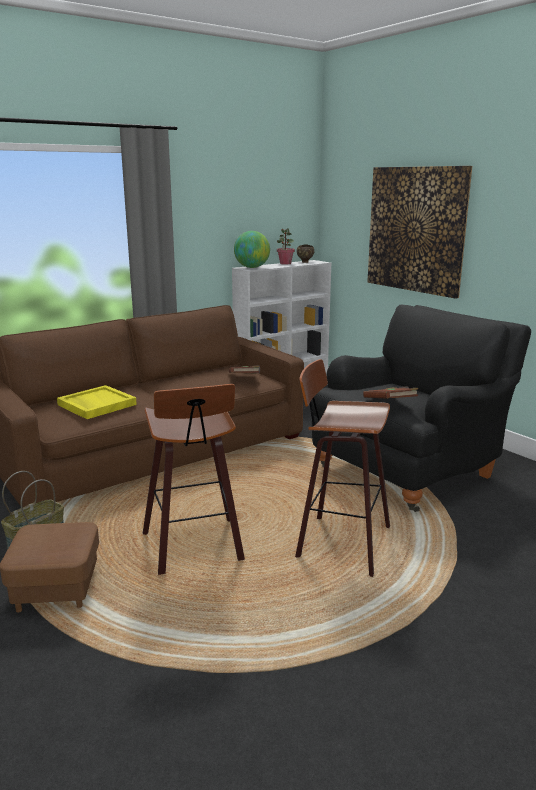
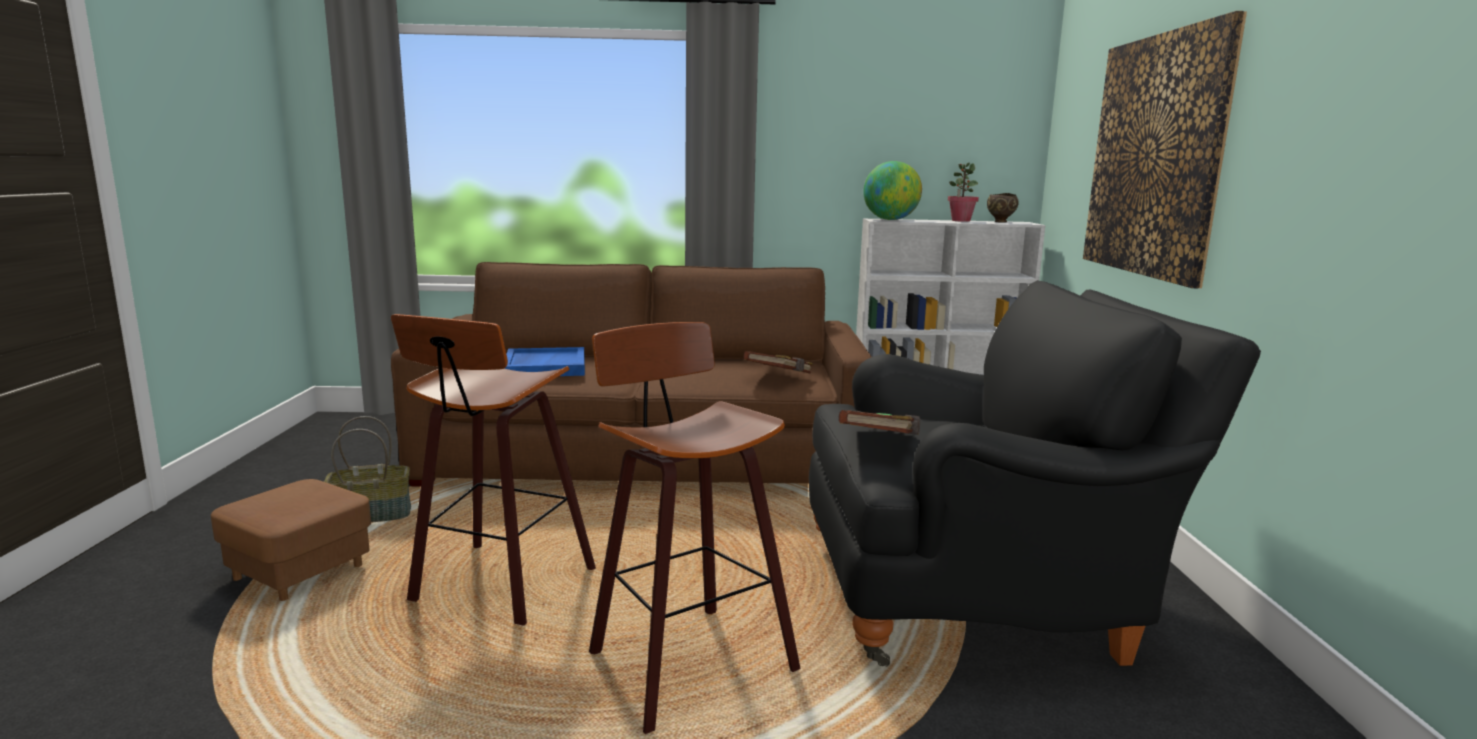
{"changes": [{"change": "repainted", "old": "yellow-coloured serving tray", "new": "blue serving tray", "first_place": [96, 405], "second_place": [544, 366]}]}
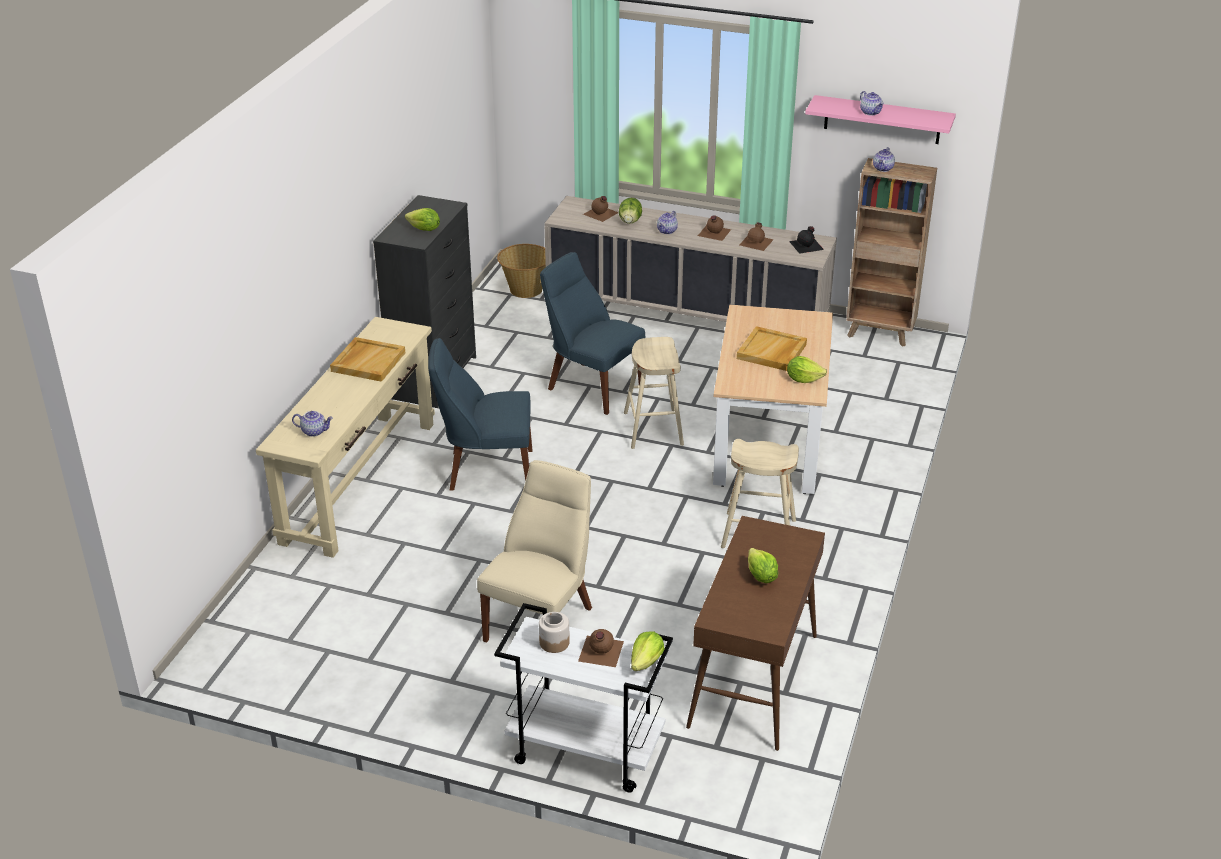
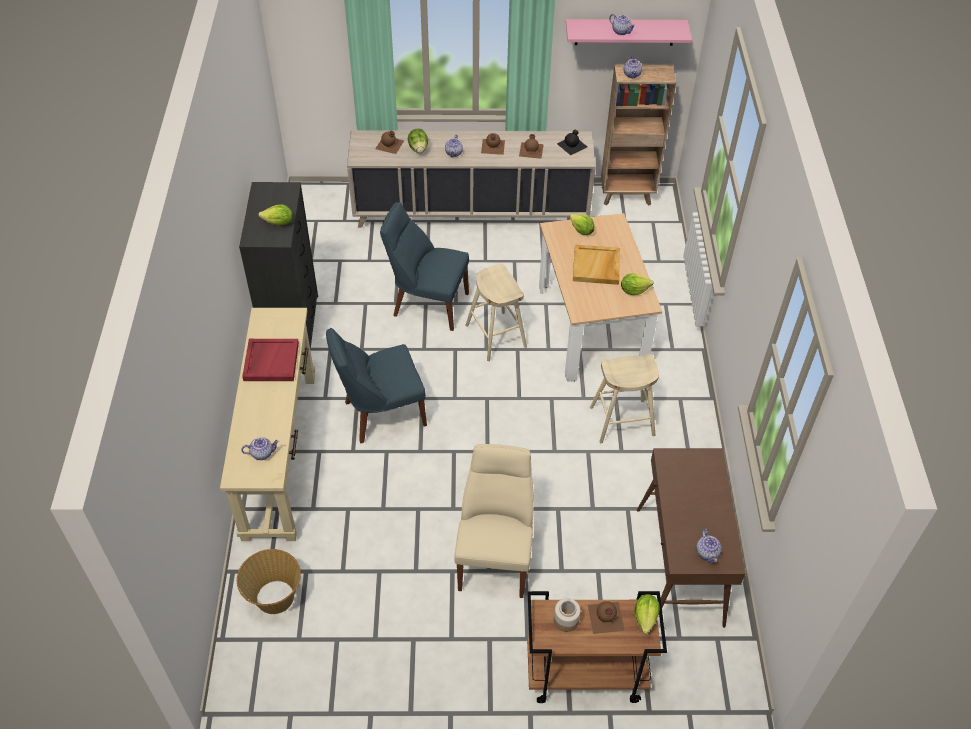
{"changes": [{"change": "repainted", "old": "sand-coloured serving tray", "new": "reddish serving tray", "first_place": [368, 361], "second_place": [271, 361]}, {"change": "repainted", "old": "white trolley", "new": "brown trolley", "first_place": [584, 751], "second_place": [584, 675]}, {"change": "shifted", "old": "household basket", "first_place": [525, 290], "second_place": [274, 598]}, {"change": "shifted", "old": "lettuce head", "first_place": [761, 576], "second_place": [581, 231]}, {"change": "new", "new": "pot for tea", "second_place": [707, 553]}]}
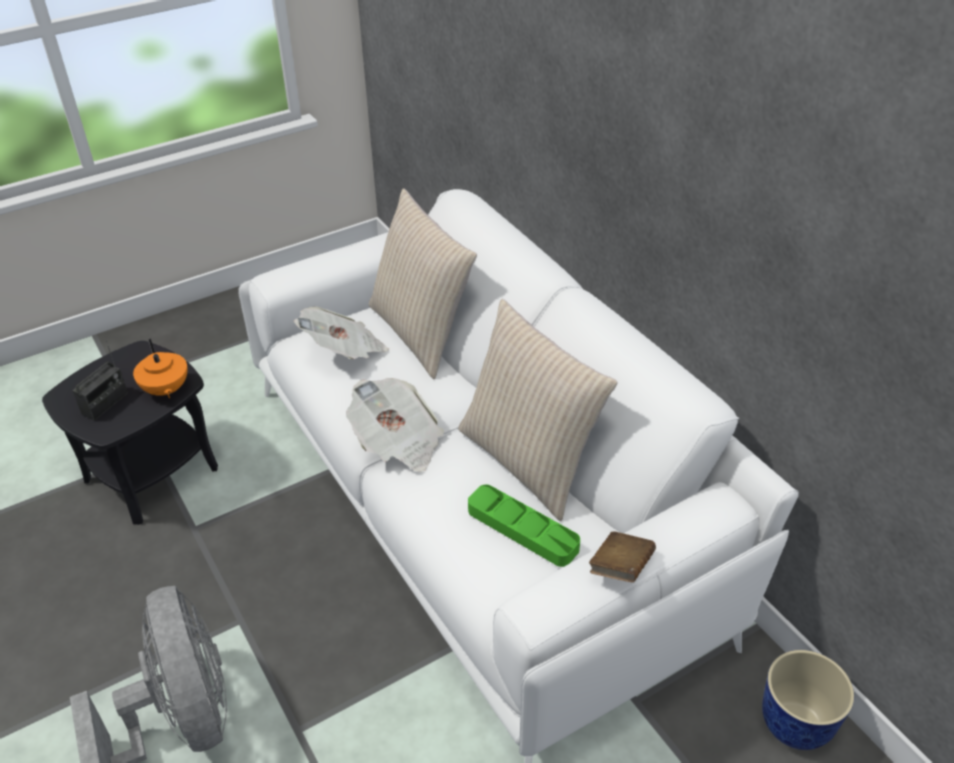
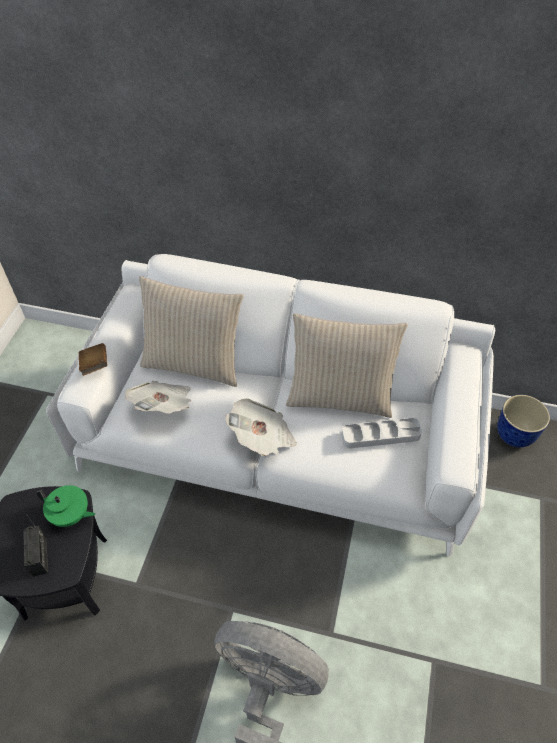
{"changes": [{"change": "repainted", "old": "orangey pot for tea", "new": "greenish pot for tea", "first_place": [166, 390], "second_place": [71, 515]}, {"change": "repainted", "old": "greenish serving tray", "new": "gray serving tray", "first_place": [522, 529], "second_place": [380, 435]}, {"change": "shifted", "old": "brown bound book", "first_place": [620, 568], "second_place": [95, 365]}]}
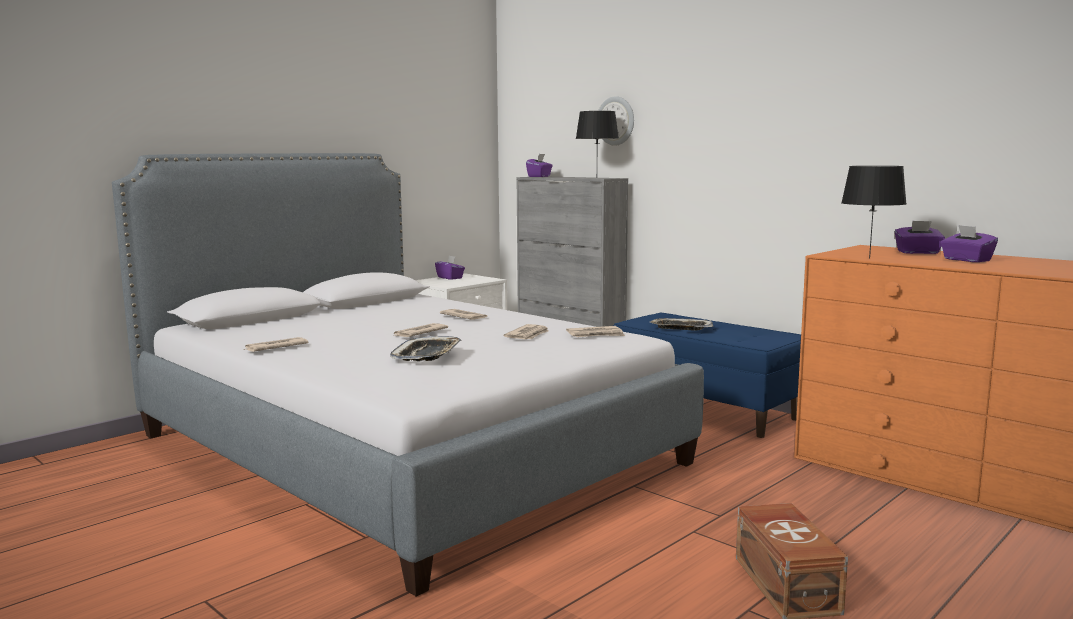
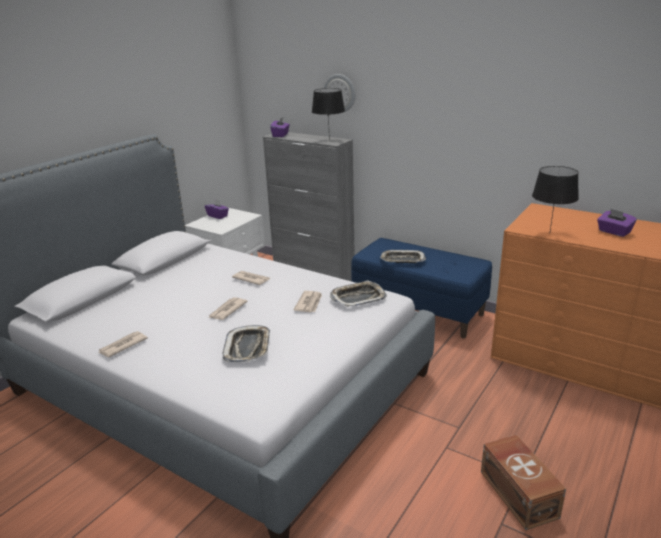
{"changes": [{"change": "swapped", "old": "daily paper", "new": "serving tray", "first_place": [596, 335], "second_place": [358, 298]}, {"change": "gone", "old": "purplish tissue box", "first_place": [918, 252]}]}
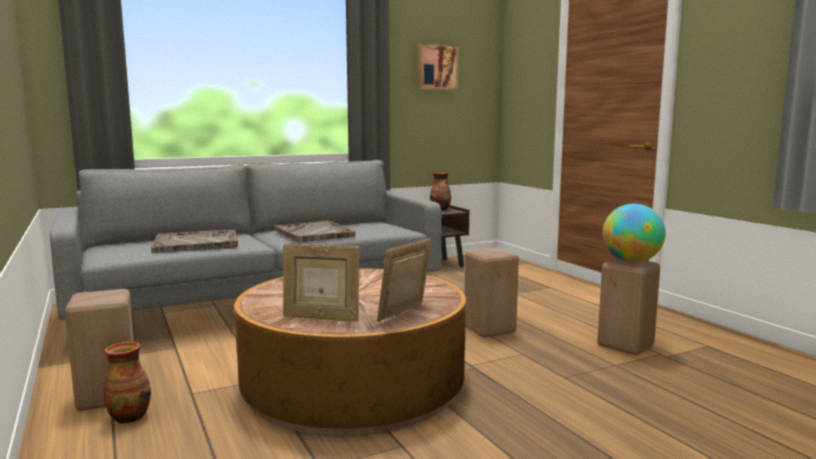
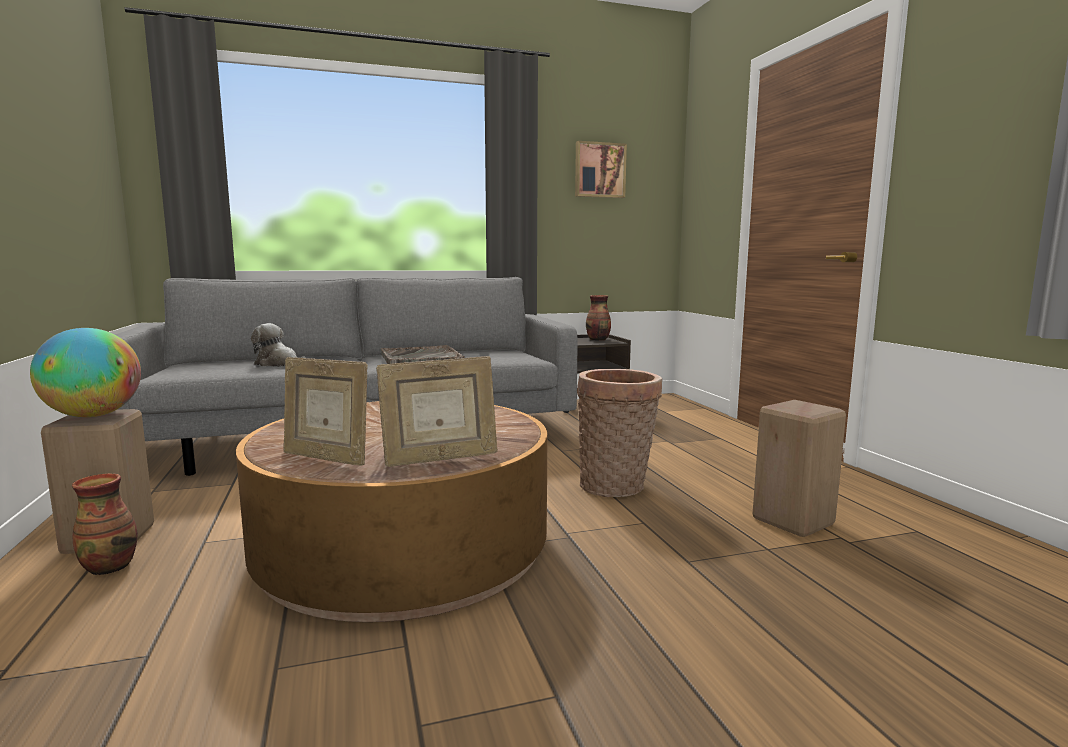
{"changes": [{"change": "swapped", "old": "gray serving tray", "new": "cuddly toy", "first_place": [197, 243], "second_place": [279, 364]}, {"change": "rotated", "old": "standing frame", "first_place": [405, 314], "second_place": [440, 459], "degrees": -150}, {"change": "swapped", "old": "sand-coloured sitting stool", "new": "household basket", "first_place": [489, 329], "second_place": [616, 486]}, {"change": "shifted", "old": "desk globe", "first_place": [631, 261], "second_place": [93, 415]}]}
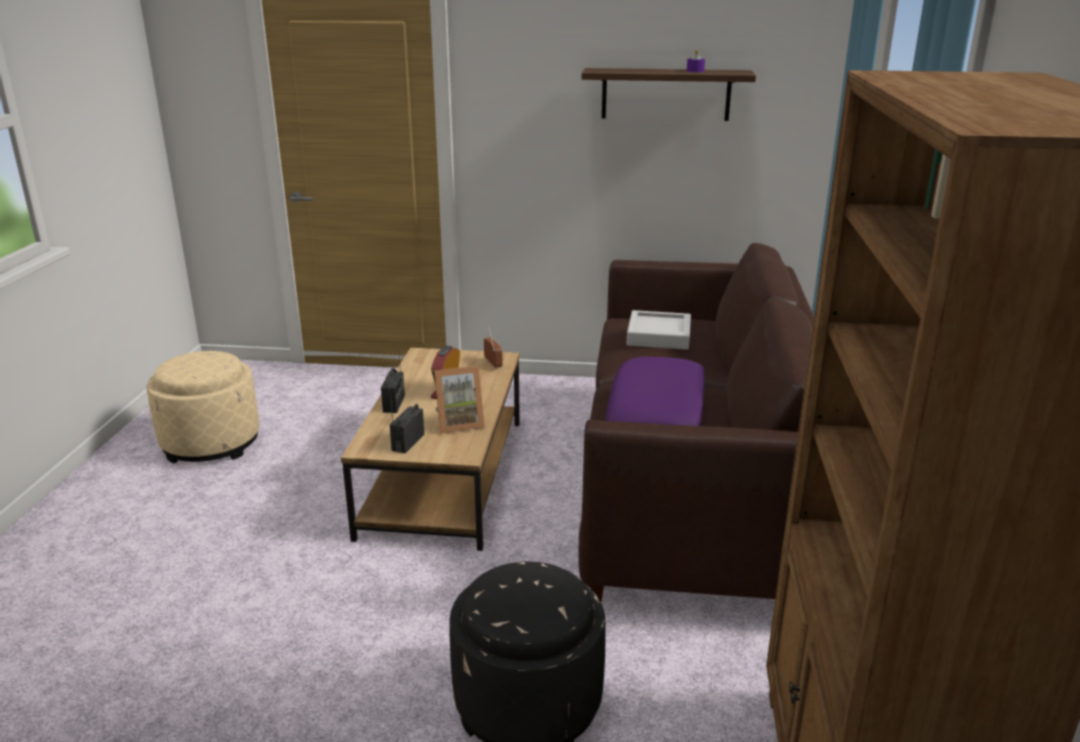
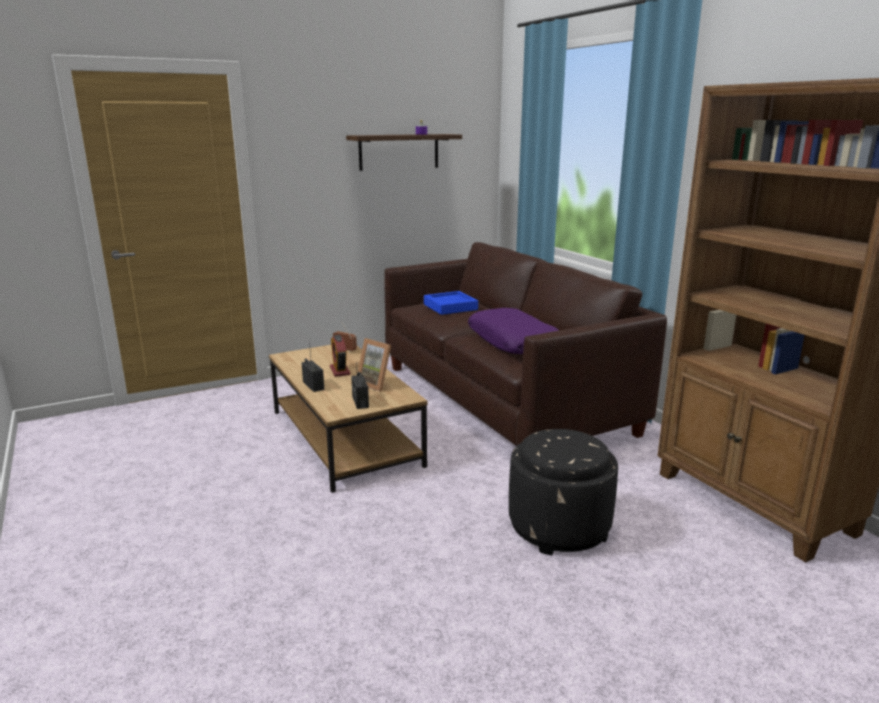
{"changes": [{"change": "gone", "old": "sand-coloured ottoman", "first_place": [211, 443]}, {"change": "rotated", "old": "standing frame", "first_place": [459, 423], "second_place": [376, 384], "degrees": 90}, {"change": "repainted", "old": "gray serving tray", "new": "blue serving tray", "first_place": [658, 336], "second_place": [450, 307]}]}
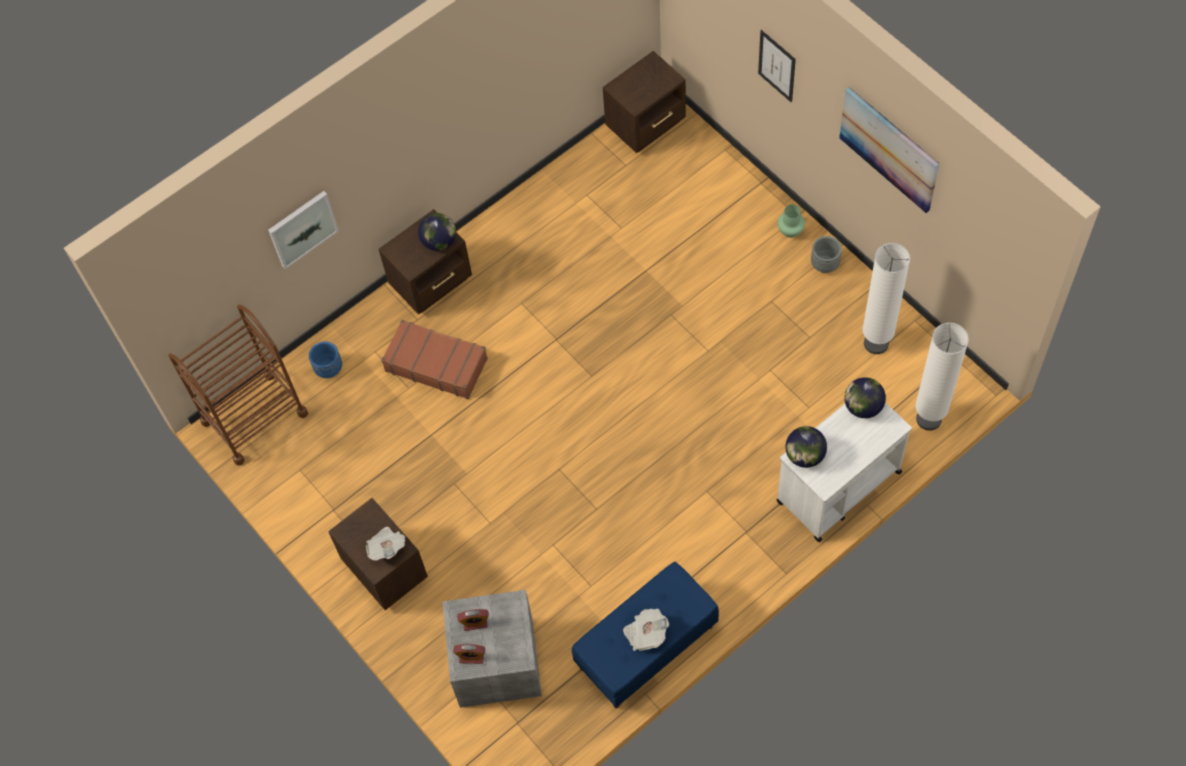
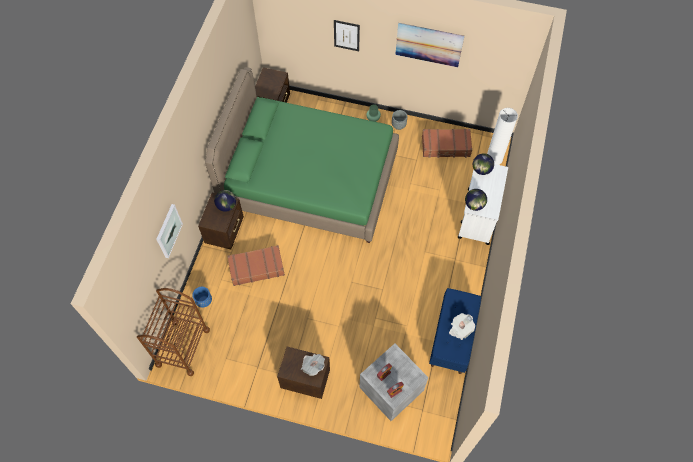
{"changes": [{"change": "swapped", "old": "white standard lamp", "new": "brown suitcase", "first_place": [876, 343], "second_place": [446, 147]}, {"change": "new", "new": "greenish bed", "second_place": [310, 180]}]}
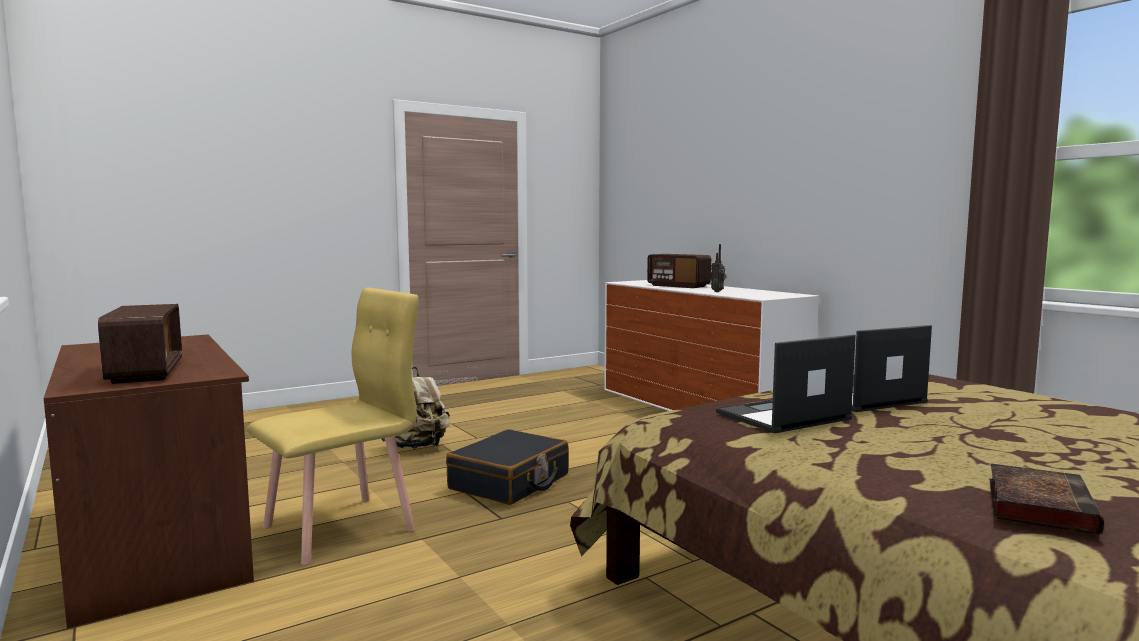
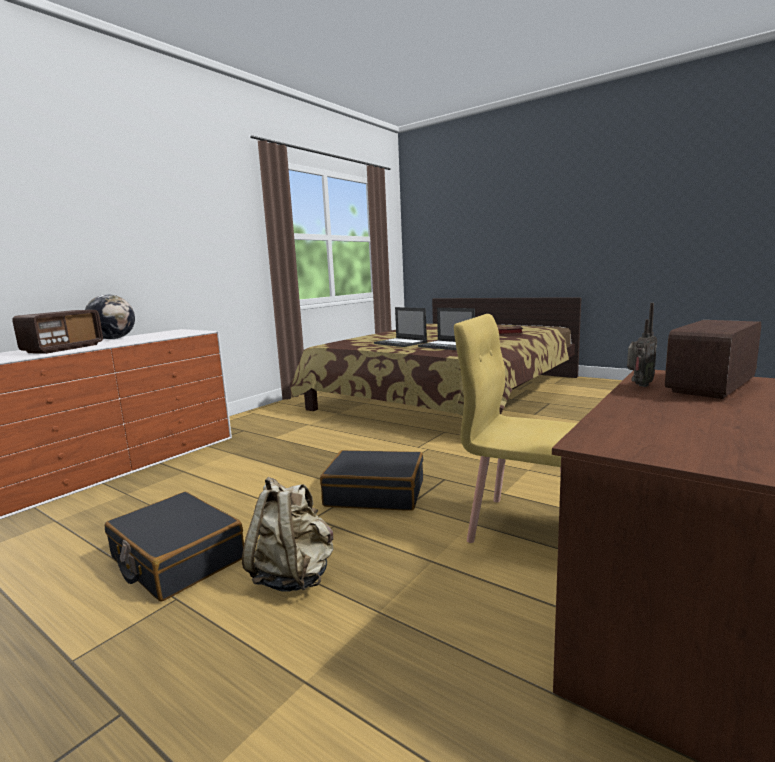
{"changes": [{"change": "shifted", "old": "radio set", "first_place": [718, 291], "second_place": [638, 385]}, {"change": "new", "new": "desk globe", "second_place": [113, 339]}, {"change": "new", "new": "black-coloured suitcase", "second_place": [177, 559]}]}
